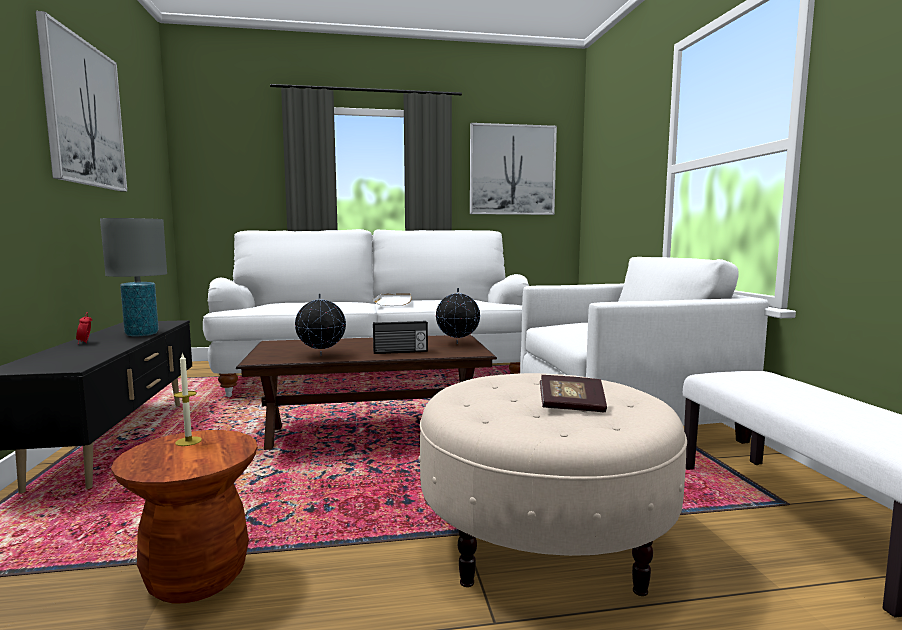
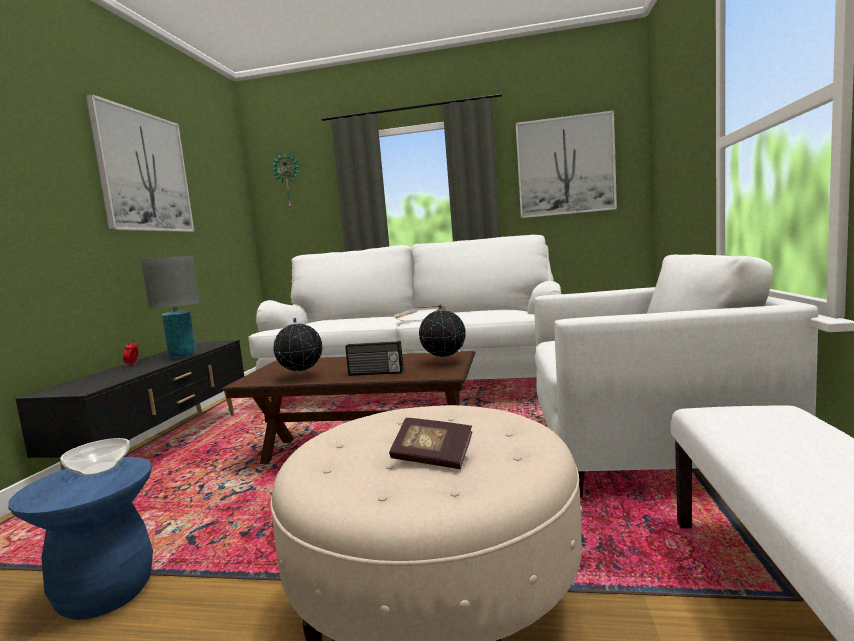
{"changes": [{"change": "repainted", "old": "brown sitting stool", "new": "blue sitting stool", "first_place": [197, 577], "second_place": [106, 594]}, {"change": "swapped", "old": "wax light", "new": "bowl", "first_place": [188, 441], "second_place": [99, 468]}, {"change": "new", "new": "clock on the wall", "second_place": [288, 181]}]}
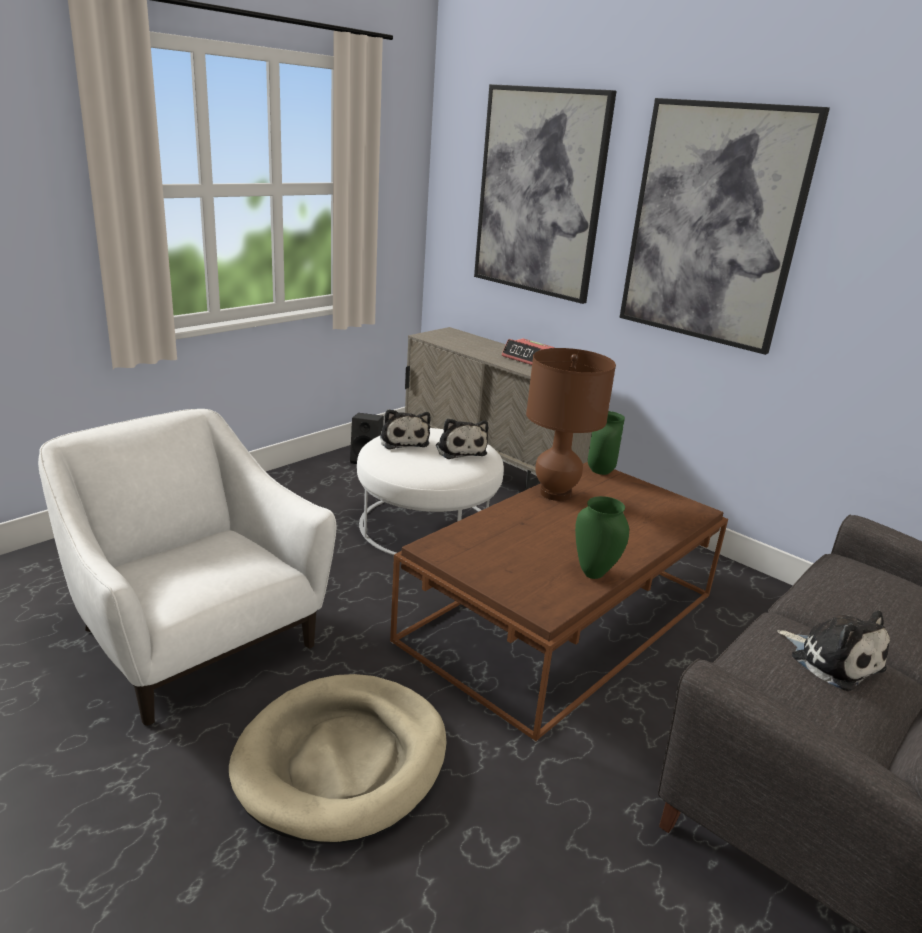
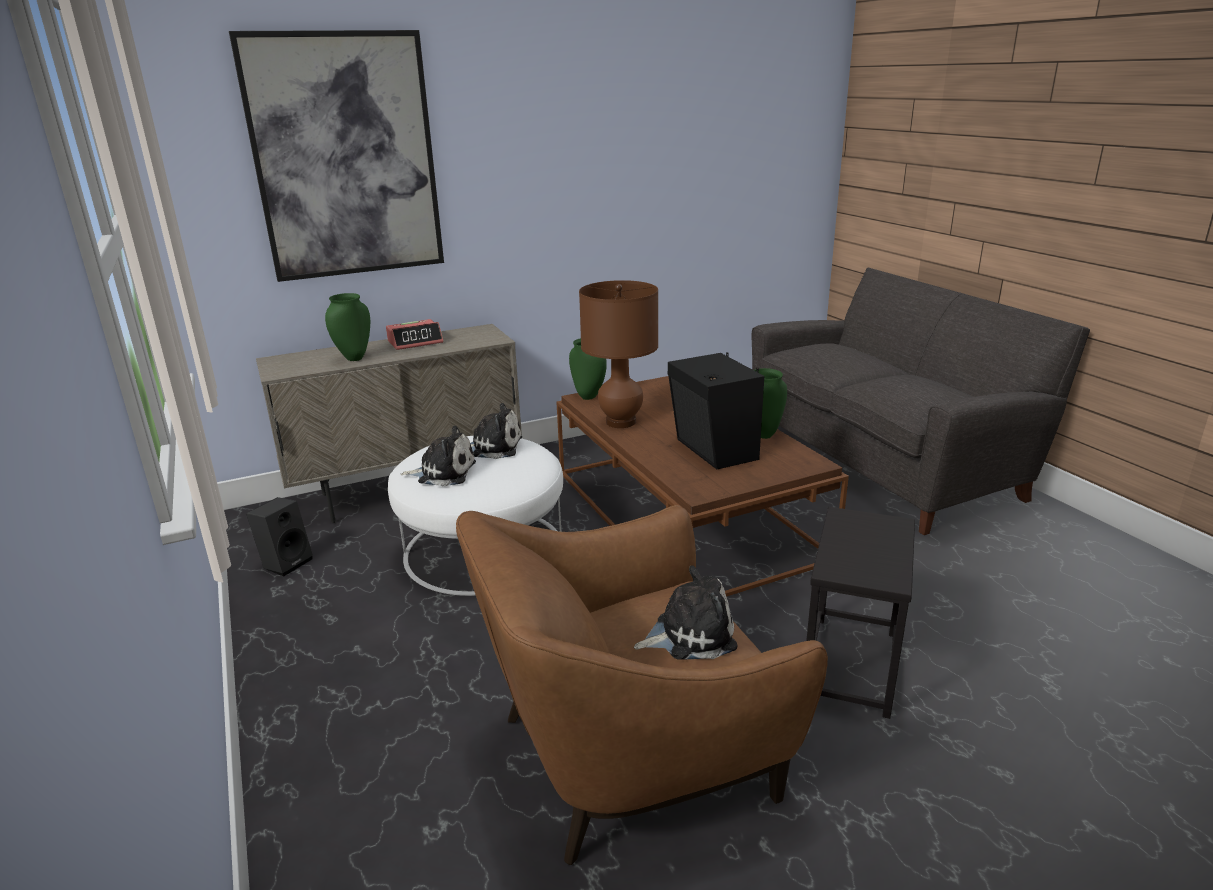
{"changes": [{"change": "repainted", "old": "white armchair", "new": "brown armchair", "first_place": [194, 639], "second_place": [630, 753]}, {"change": "swapped", "old": "sand-coloured dog cushion", "new": "black-coloured end table", "first_place": [342, 760], "second_place": [849, 664]}, {"change": "gone", "old": "wall art", "first_place": [713, 225]}, {"change": "shifted", "old": "cuddly toy", "first_place": [832, 660], "second_place": [690, 634]}, {"change": "new", "new": "greenish decorative vase", "second_place": [354, 358]}, {"change": "new", "new": "black-coloured audio speaker", "second_place": [713, 451]}]}
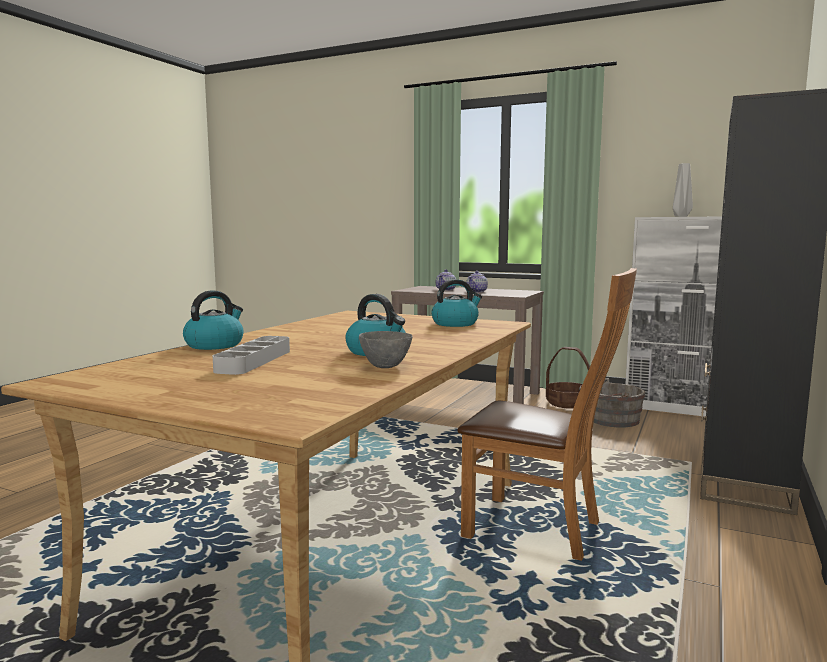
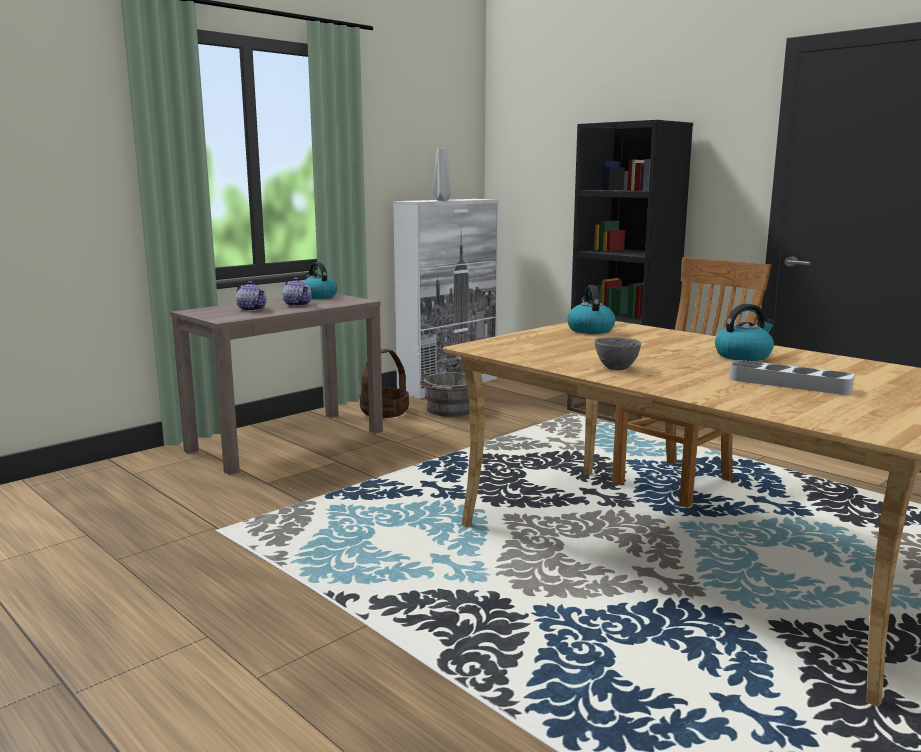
{"changes": [{"change": "shifted", "old": "water kettle", "first_place": [215, 345], "second_place": [318, 296]}, {"change": "shifted", "old": "gray bowl", "first_place": [385, 366], "second_place": [615, 368]}]}
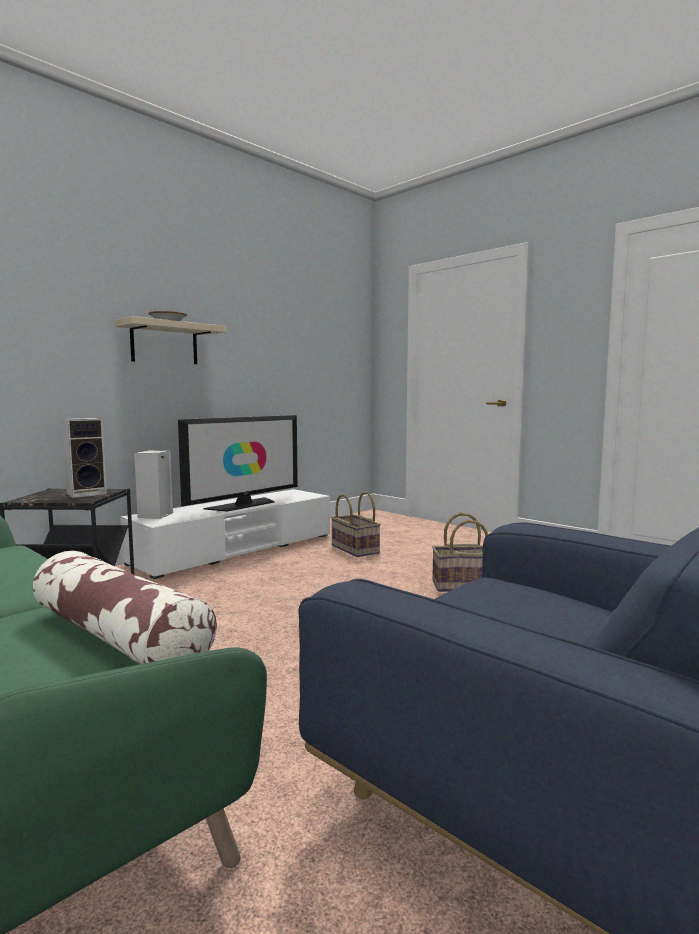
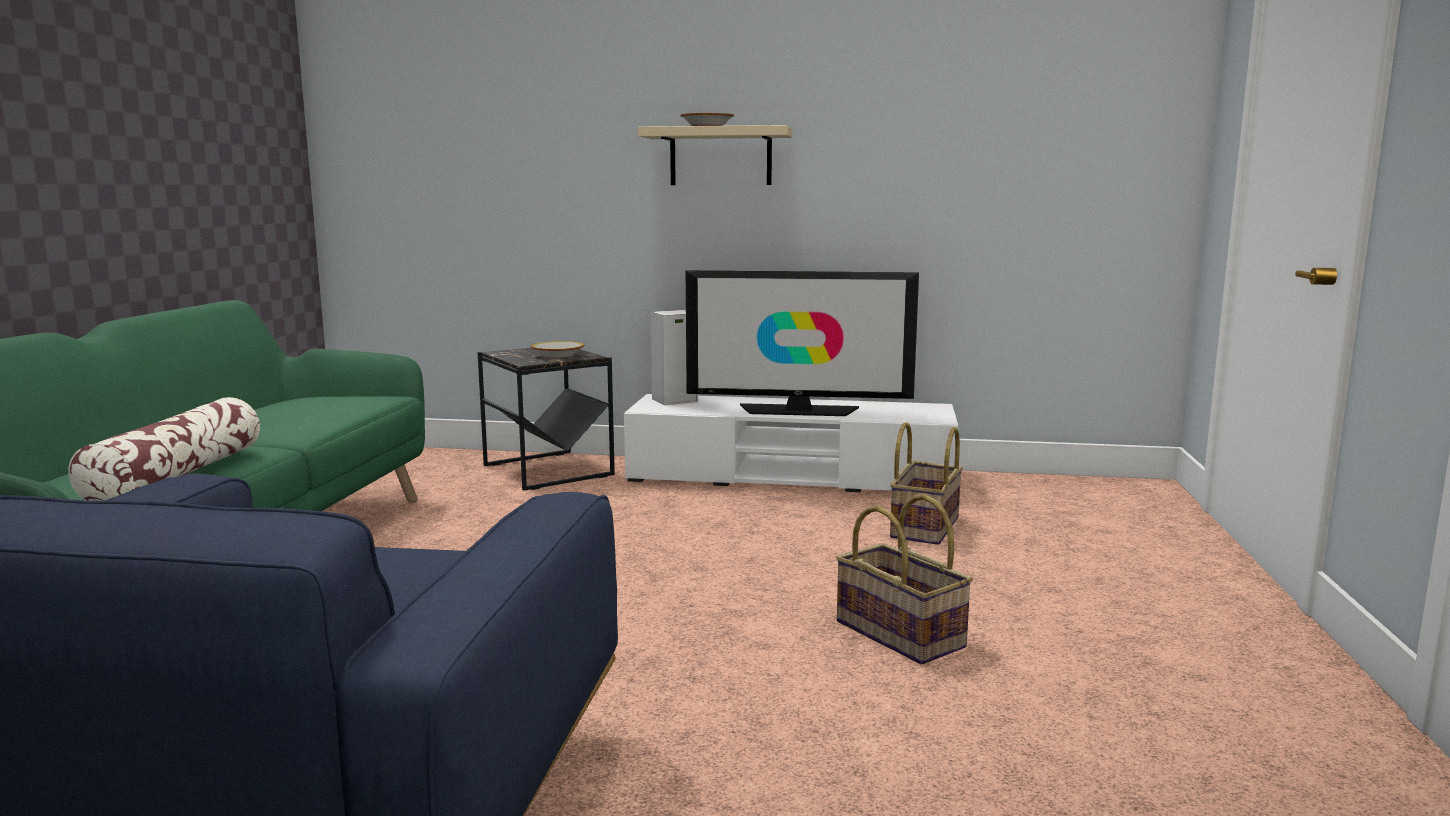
{"changes": [{"change": "swapped", "old": "audio speaker", "new": "bowl", "first_place": [88, 493], "second_place": [558, 356]}]}
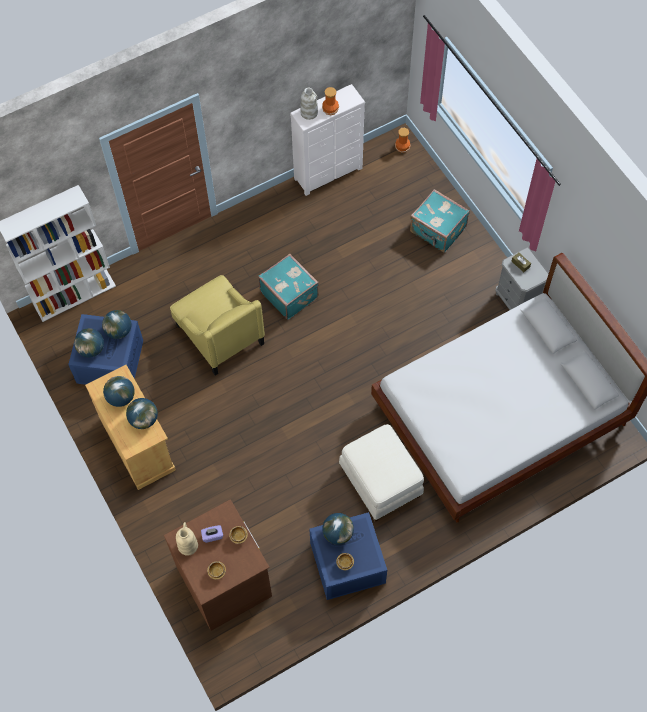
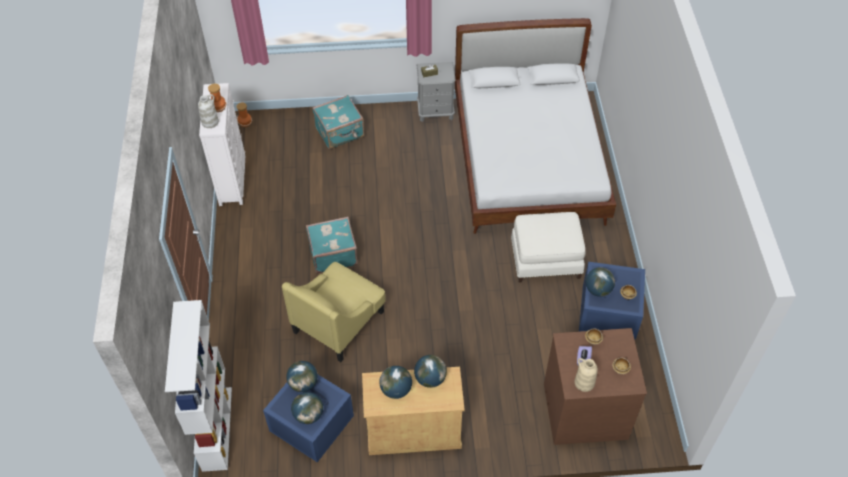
{"changes": [{"change": "rotated", "old": "yellow-coloured armchair", "first_place": [219, 334], "second_place": [339, 321], "degrees": 135}]}
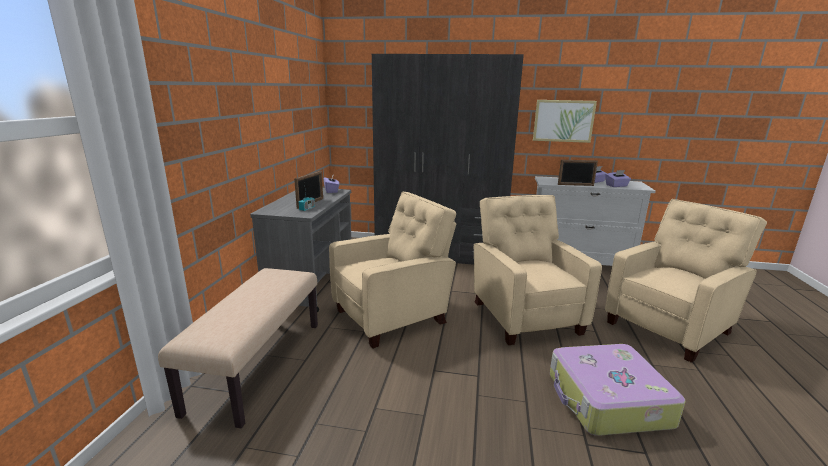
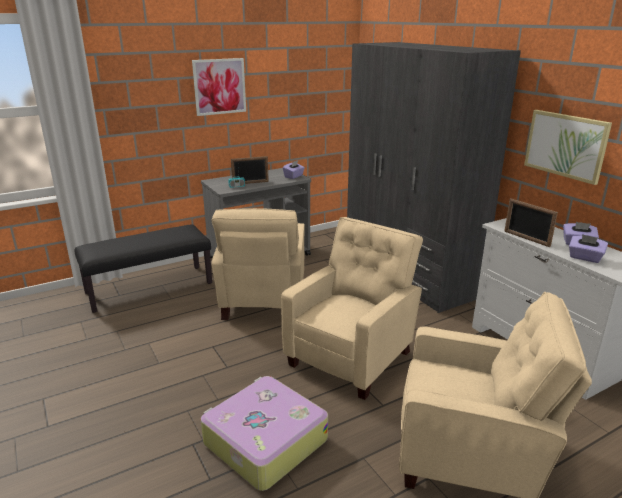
{"changes": [{"change": "repainted", "old": "sand-coloured indoor bench", "new": "black-coloured indoor bench", "first_place": [257, 364], "second_place": [150, 288]}, {"change": "rotated", "old": "sand-coloured armchair", "first_place": [393, 316], "second_place": [263, 301], "degrees": 75}, {"change": "new", "new": "wall art", "second_place": [219, 86]}]}
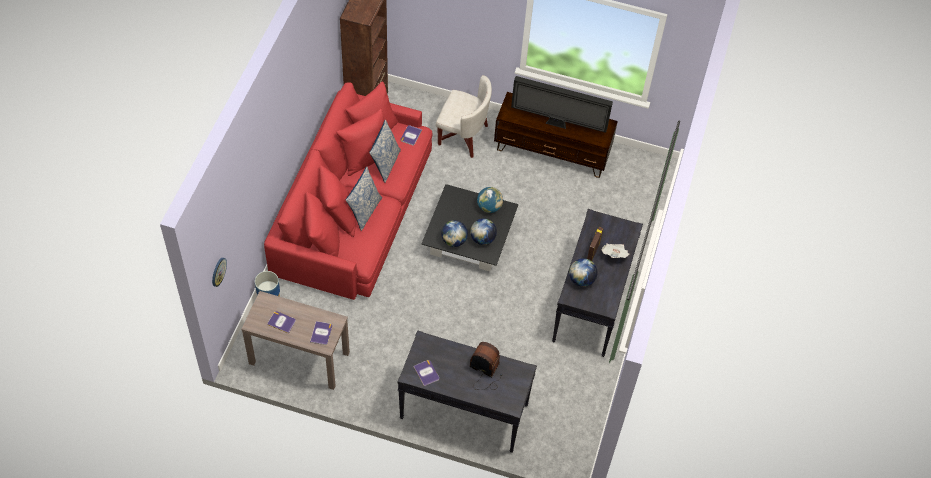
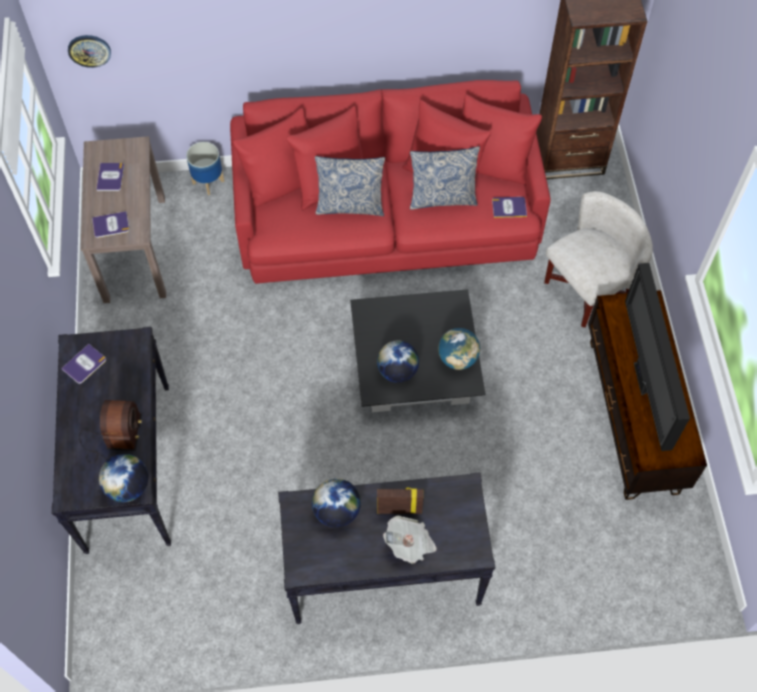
{"changes": [{"change": "rotated", "old": "white armchair", "first_place": [463, 136], "second_place": [587, 290], "degrees": -120}, {"change": "shifted", "old": "desk globe", "first_place": [454, 241], "second_place": [128, 487]}]}
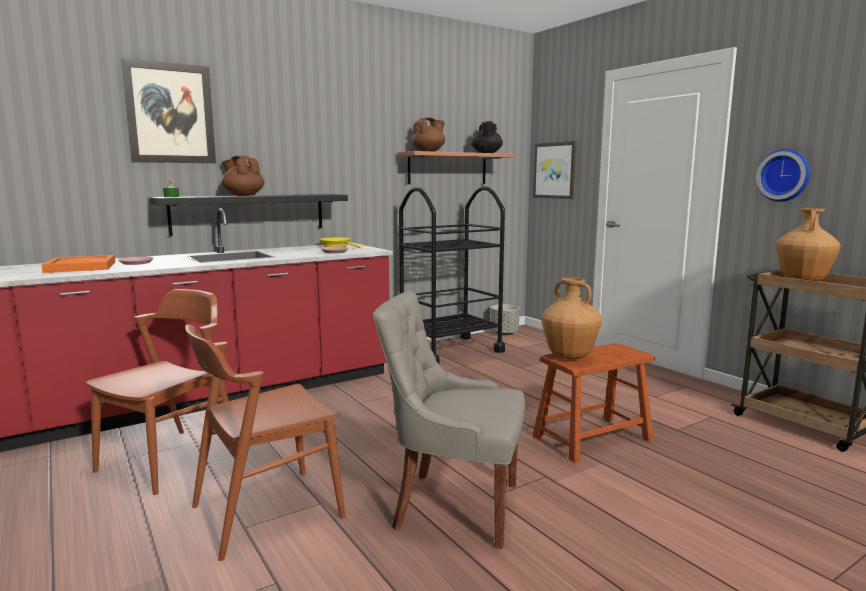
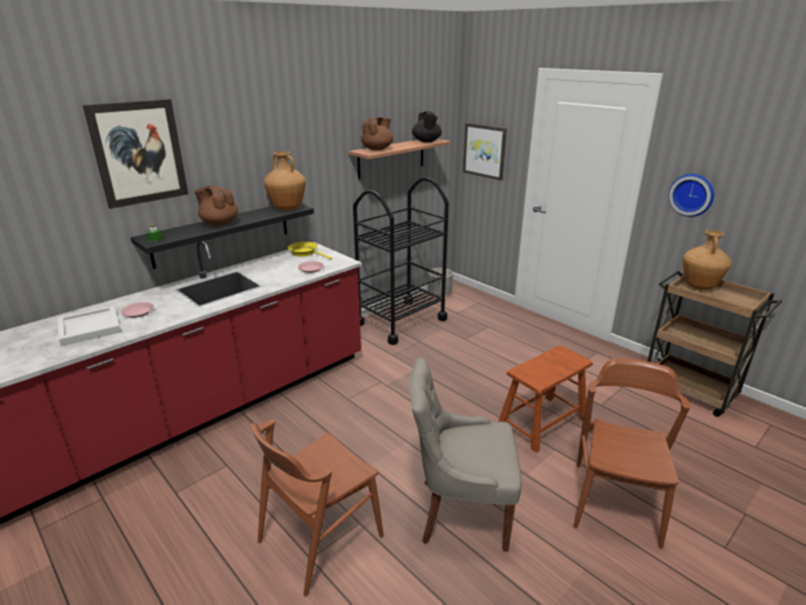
{"changes": [{"change": "repainted", "old": "orangey serving tray", "new": "white serving tray", "first_place": [80, 267], "second_place": [89, 327]}, {"change": "shifted", "old": "brown plain chair", "first_place": [170, 459], "second_place": [615, 502]}, {"change": "shifted", "old": "brown decorative vase", "first_place": [570, 357], "second_place": [287, 209]}]}
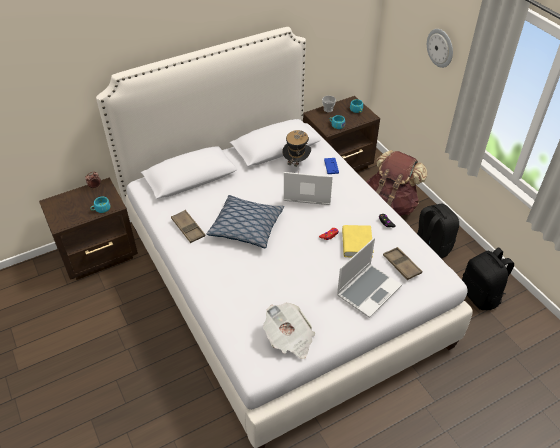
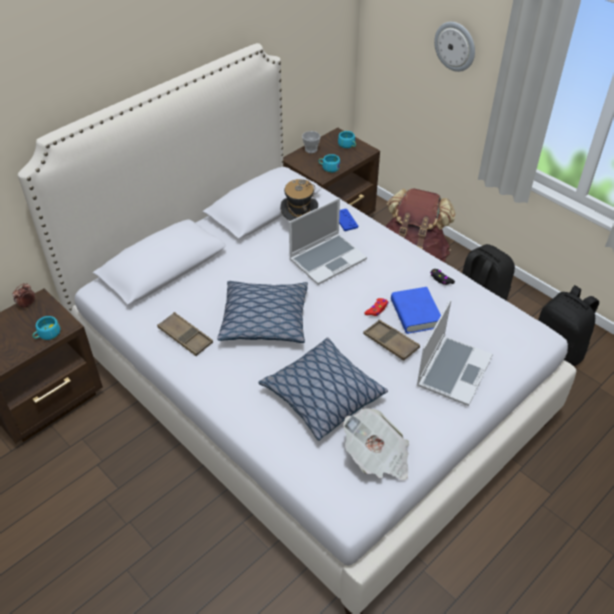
{"changes": [{"change": "rotated", "old": "notebook computer", "first_place": [307, 192], "second_place": [327, 259], "degrees": 150}, {"change": "repainted", "old": "yellow-coloured bound book", "new": "blue bound book", "first_place": [356, 244], "second_place": [415, 313]}, {"change": "shifted", "old": "brown serving tray", "first_place": [401, 265], "second_place": [390, 343]}, {"change": "new", "new": "throw pillow", "second_place": [322, 396]}]}
